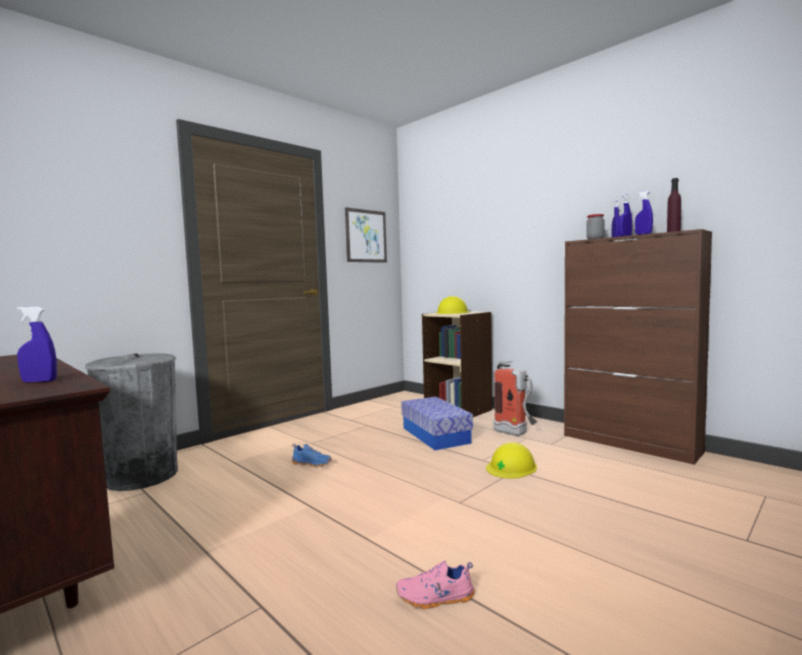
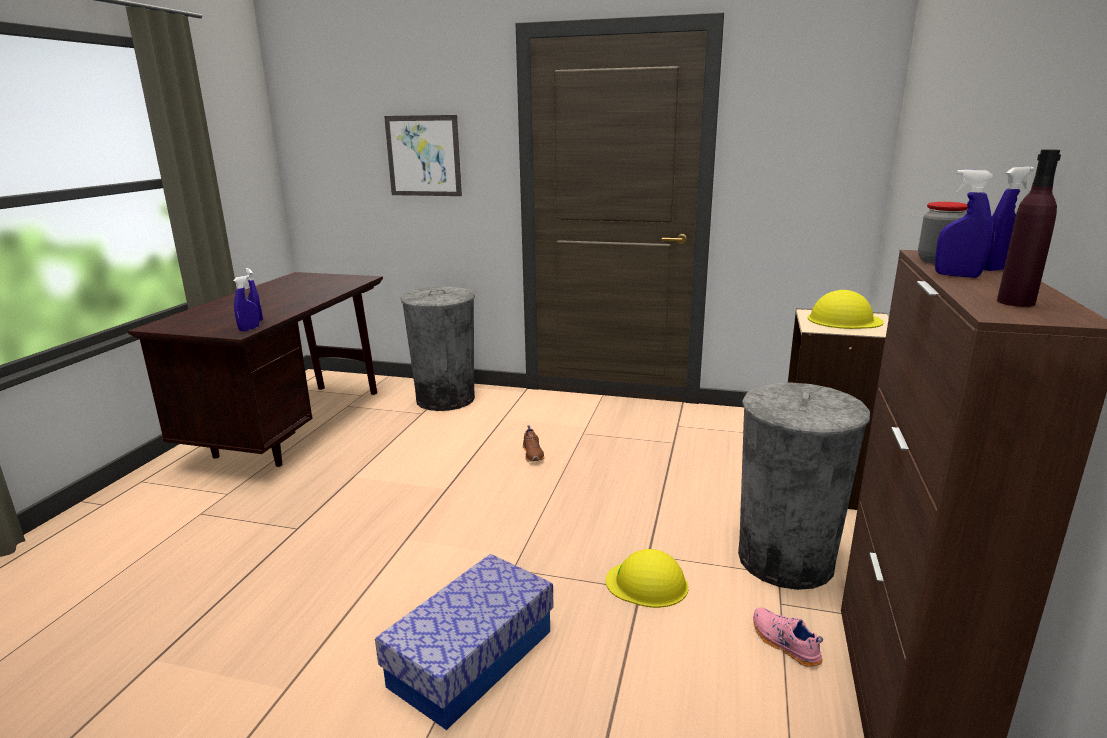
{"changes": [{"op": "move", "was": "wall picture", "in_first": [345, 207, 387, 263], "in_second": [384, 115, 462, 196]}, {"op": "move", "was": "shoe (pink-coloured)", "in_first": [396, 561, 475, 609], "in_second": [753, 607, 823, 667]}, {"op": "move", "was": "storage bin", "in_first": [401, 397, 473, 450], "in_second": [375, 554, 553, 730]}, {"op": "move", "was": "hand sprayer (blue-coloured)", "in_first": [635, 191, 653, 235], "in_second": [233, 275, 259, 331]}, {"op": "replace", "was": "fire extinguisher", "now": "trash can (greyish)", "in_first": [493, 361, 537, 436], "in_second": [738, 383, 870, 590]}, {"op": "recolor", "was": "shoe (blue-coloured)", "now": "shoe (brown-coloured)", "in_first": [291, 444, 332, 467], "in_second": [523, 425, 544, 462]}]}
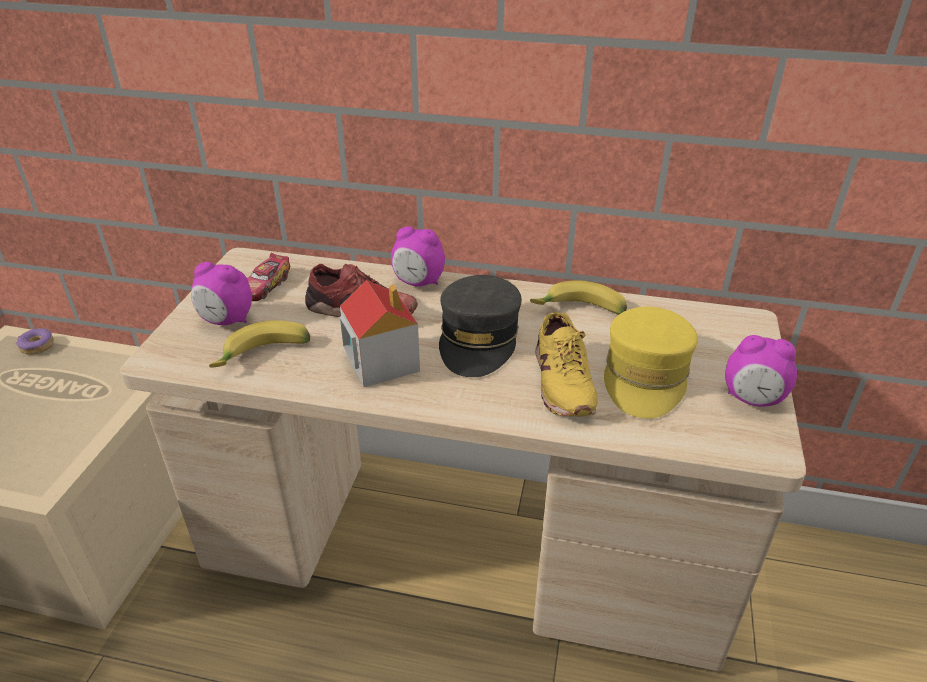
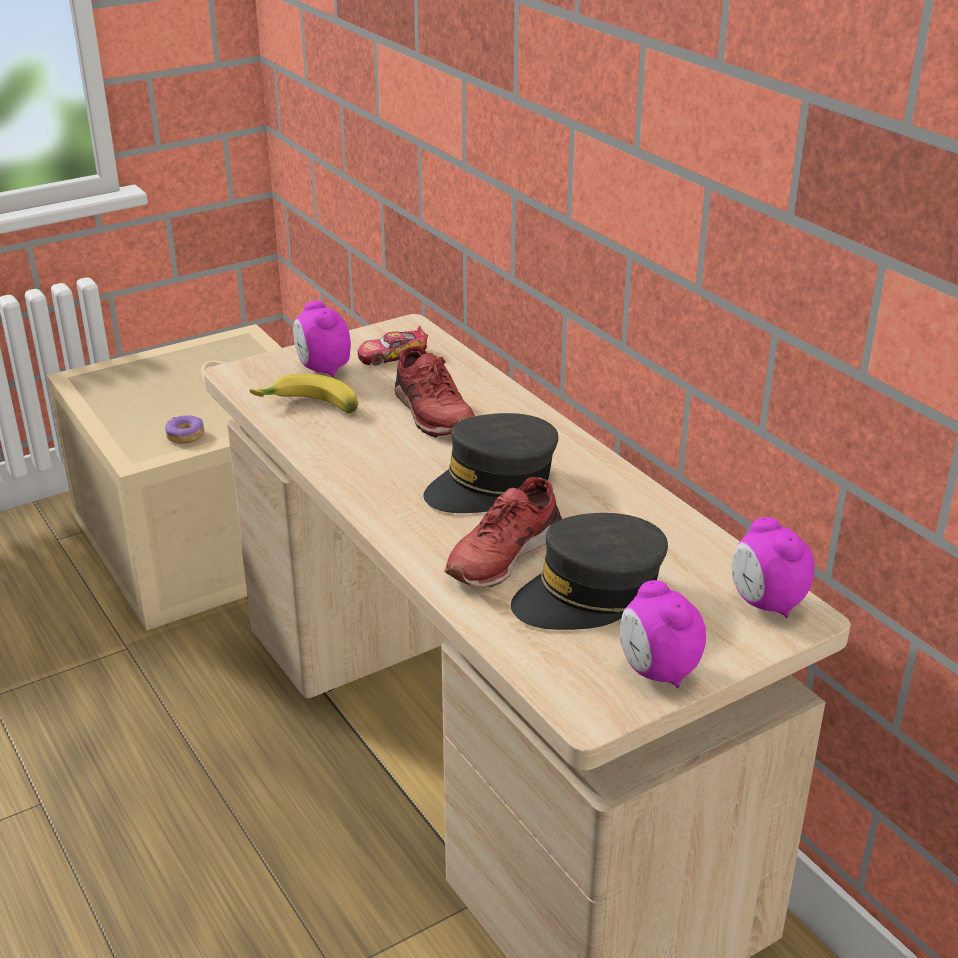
{"changes": [{"op": "delete", "was": "model house", "in_first": [340, 280, 420, 387]}, {"op": "delete", "was": "banana", "in_first": [530, 280, 627, 315]}, {"op": "move", "was": "doughnut", "in_first": [16, 328, 54, 355], "in_second": [165, 415, 204, 444]}, {"op": "move", "was": "table clock", "in_first": [391, 226, 445, 287], "in_second": [732, 517, 814, 618]}, {"op": "recolor", "was": "shoe (yellowish)", "now": "shoe (reddish)", "in_first": [535, 312, 598, 416], "in_second": [444, 477, 562, 588]}, {"op": "recolor", "was": "cap (yellowish)", "now": "cap (greyish)", "in_first": [604, 307, 698, 419], "in_second": [511, 513, 668, 630]}]}
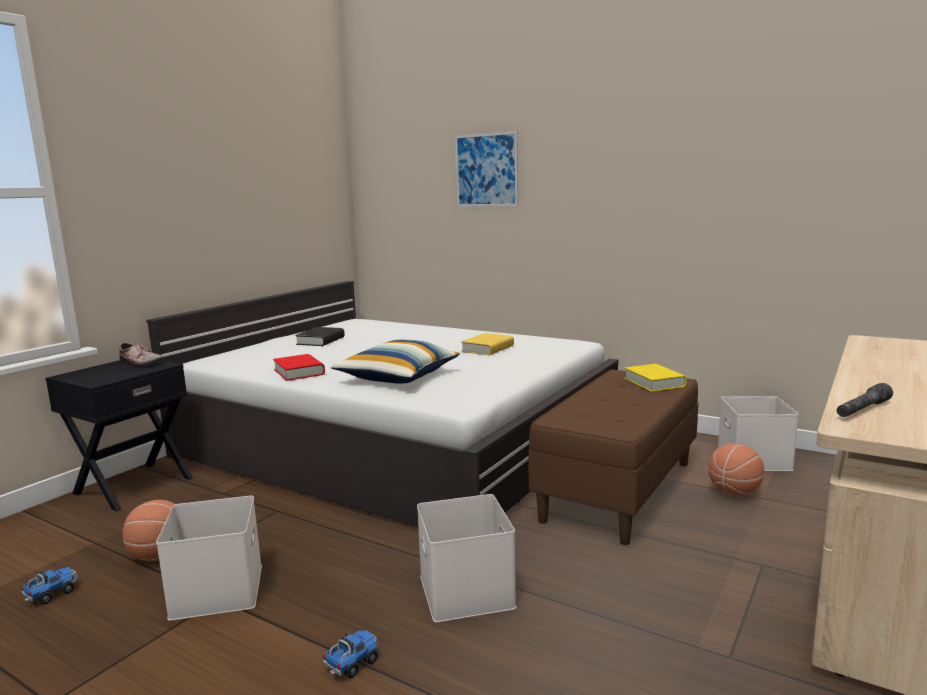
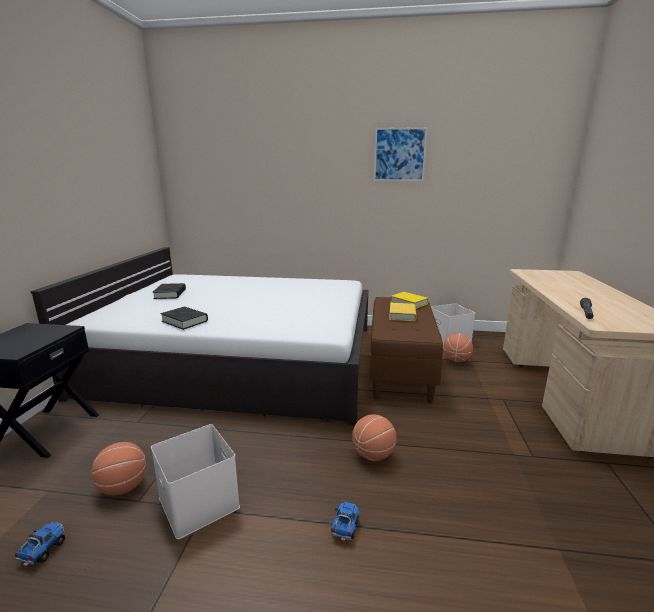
{"changes": [{"op": "delete", "was": "shoe", "in_first": [119, 343, 165, 366]}, {"op": "delete", "was": "throw pillow", "in_first": [331, 339, 460, 384]}, {"op": "move", "was": "wall picture", "in_first": [455, 131, 518, 207], "in_second": [374, 127, 427, 181]}, {"op": "move", "was": "book (yellowish)", "in_first": [461, 333, 514, 355], "in_second": [389, 303, 416, 321]}, {"op": "replace", "was": "storage bin (white-coloured)", "now": "ball for basketball", "in_first": [417, 494, 516, 623], "in_second": [352, 414, 397, 461]}, {"op": "recolor", "was": "book (reddish)", "now": "book (black)", "in_first": [273, 354, 325, 381], "in_second": [160, 307, 208, 330]}]}
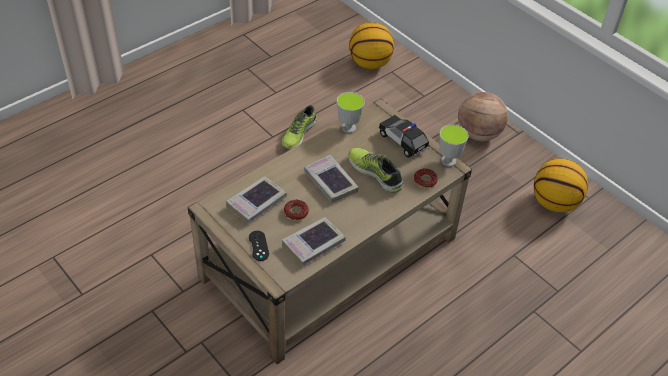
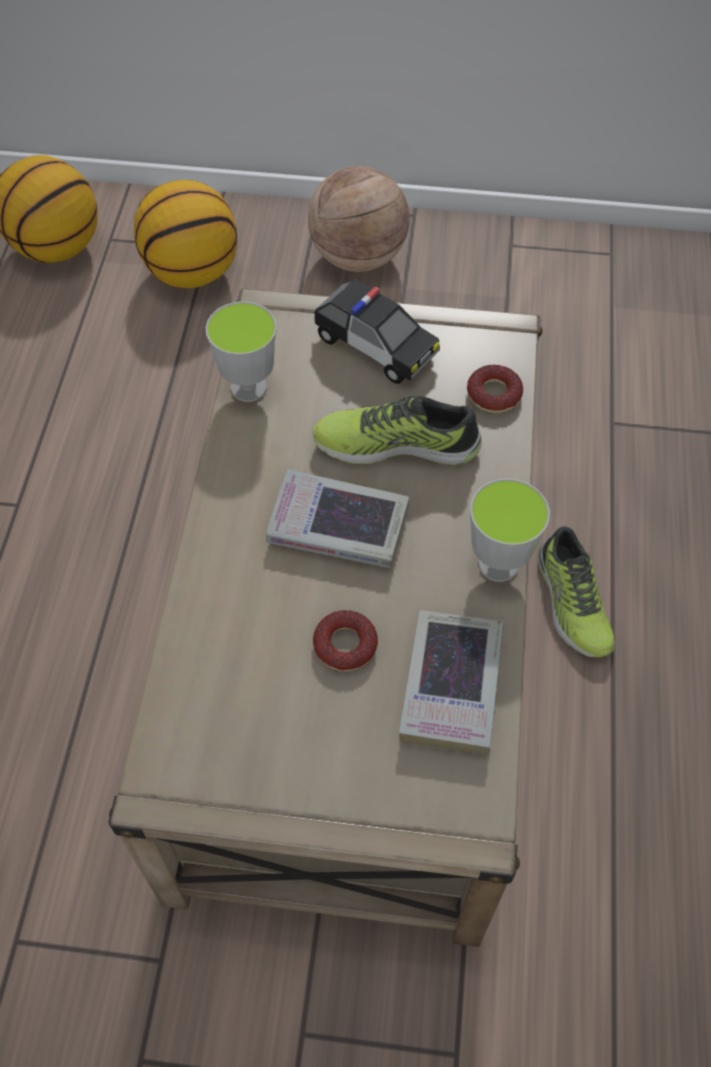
{"changes": [{"op": "delete", "was": "book", "in_first": [226, 176, 287, 224]}, {"op": "delete", "was": "gamepad (black)", "in_first": [249, 231, 269, 261]}, {"op": "move", "was": "shoe", "in_first": [282, 105, 317, 149], "in_second": [538, 526, 615, 658]}, {"op": "move", "was": "drinking cup", "in_first": [439, 125, 468, 166], "in_second": [470, 478, 550, 582]}, {"op": "move", "was": "ball for basketball", "in_first": [533, 159, 588, 212], "in_second": [134, 180, 237, 288]}, {"op": "rotate", "was": "toy car", "in_first": [379, 115, 429, 157], "in_second": [314, 279, 440, 384], "clockwise": -150}]}
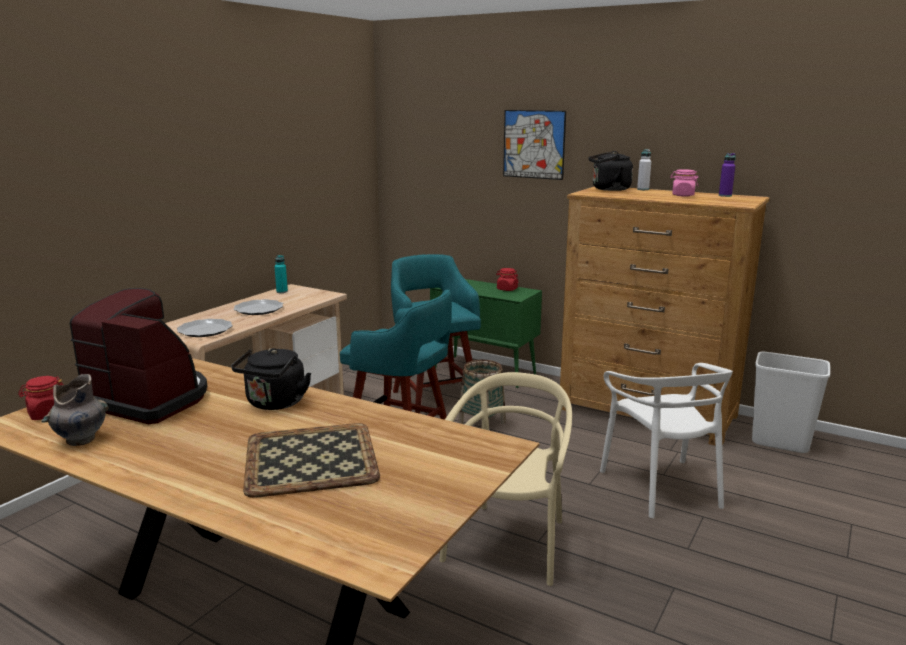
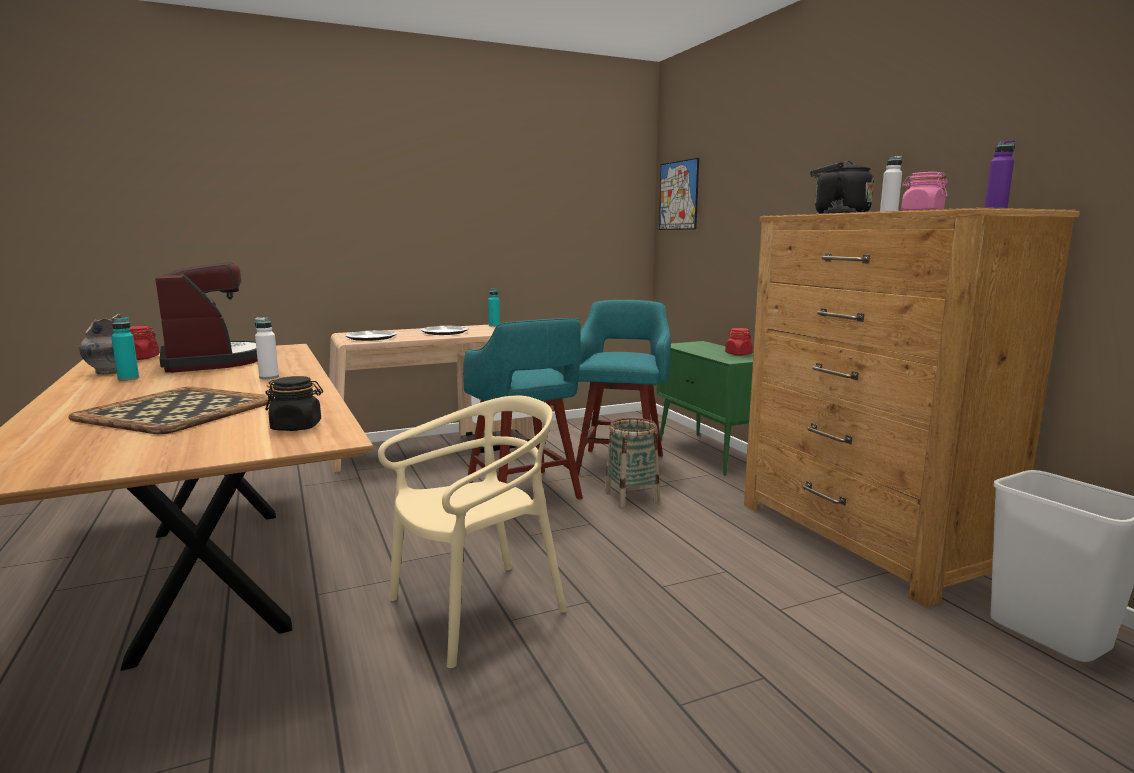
{"changes": [{"op": "delete", "was": "upright chair (white-coloured)", "in_first": [600, 363, 733, 518]}, {"op": "insert", "now": "bottle (turquoise-coloured)", "in_second": [111, 317, 139, 381]}, {"op": "insert", "now": "storage jar (black)", "in_second": [265, 376, 323, 431]}, {"op": "move", "was": "wall picture", "in_first": [503, 110, 566, 180], "in_second": [659, 158, 699, 230]}, {"op": "replace", "was": "water kettle (black)", "now": "bottle (white-coloured)", "in_first": [231, 348, 311, 410], "in_second": [255, 317, 279, 379]}]}
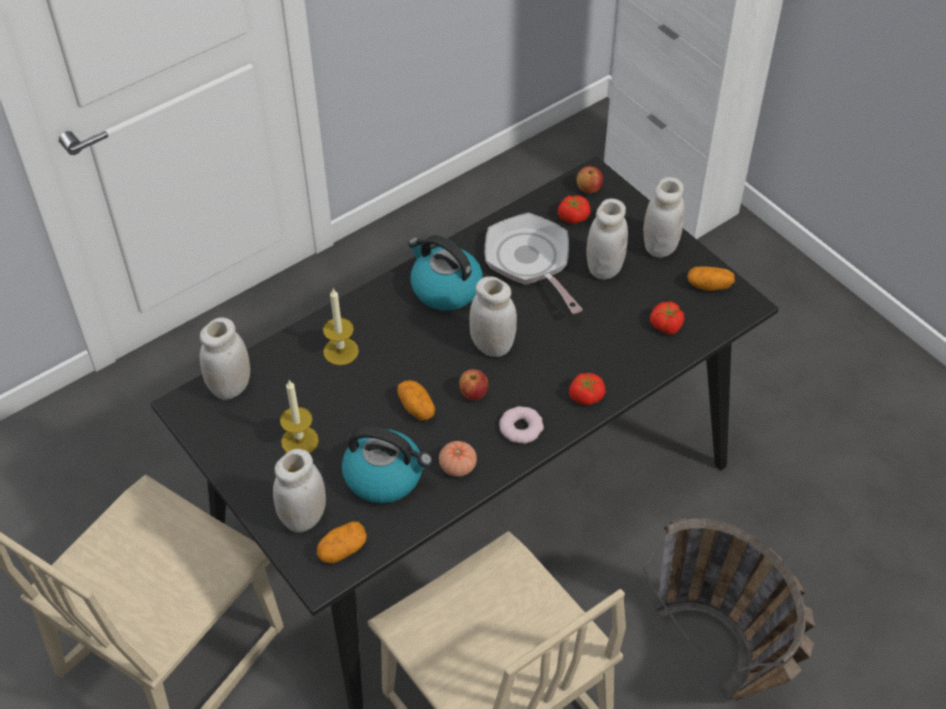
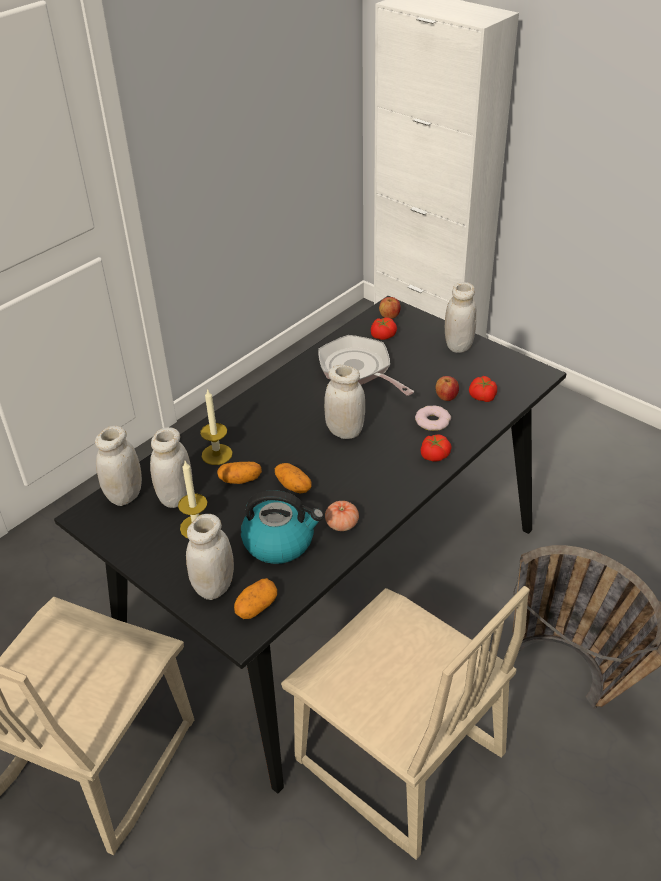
{"changes": [{"op": "delete", "was": "water kettle", "in_first": [408, 235, 483, 311]}, {"op": "move", "was": "apple", "in_first": [459, 369, 488, 400], "in_second": [435, 376, 459, 401]}, {"op": "move", "was": "doughnut", "in_first": [499, 406, 544, 444], "in_second": [415, 406, 451, 431]}, {"op": "move", "was": "storage jar (white-coloured)", "in_first": [586, 199, 628, 279], "in_second": [150, 427, 193, 508]}, {"op": "move", "was": "potato", "in_first": [687, 267, 735, 291], "in_second": [217, 462, 262, 484]}]}
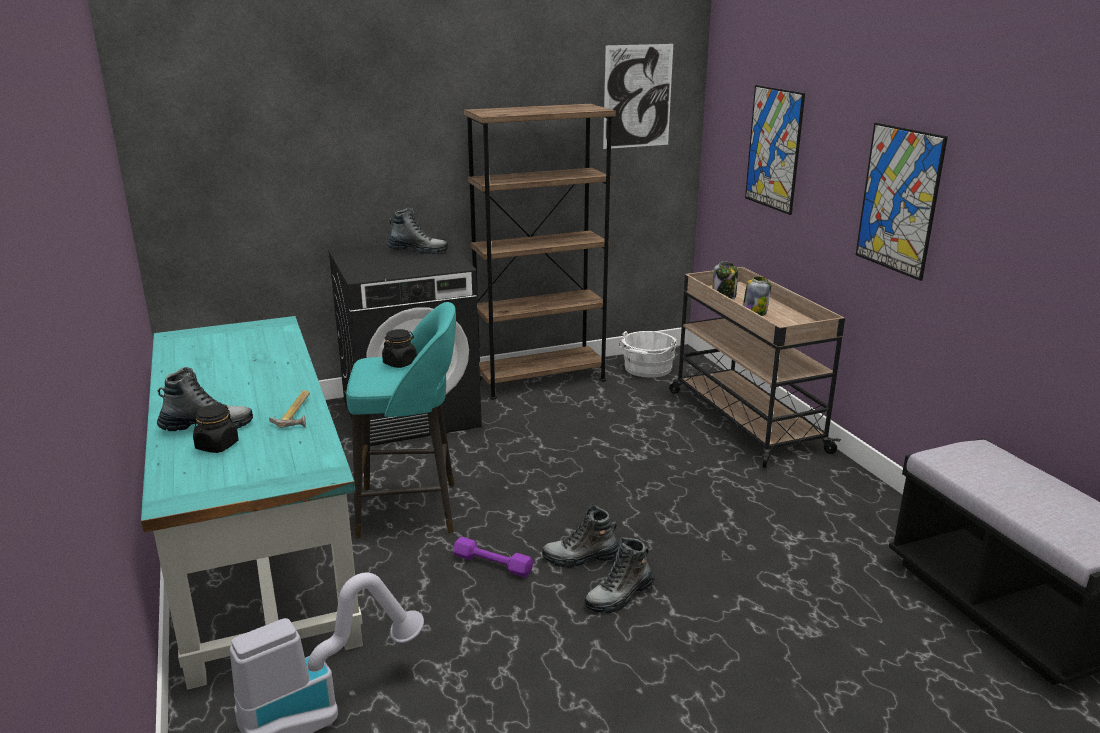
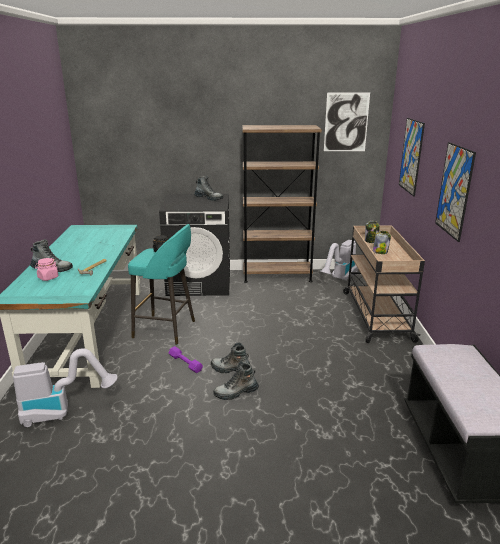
{"changes": [{"op": "replace", "was": "bucket (white-coloured)", "now": "hoover", "in_first": [619, 331, 677, 378], "in_second": [320, 240, 358, 281]}, {"op": "recolor", "was": "storage jar (black)", "now": "storage jar (pink-coloured)", "in_first": [193, 404, 239, 453], "in_second": [35, 258, 59, 281]}]}
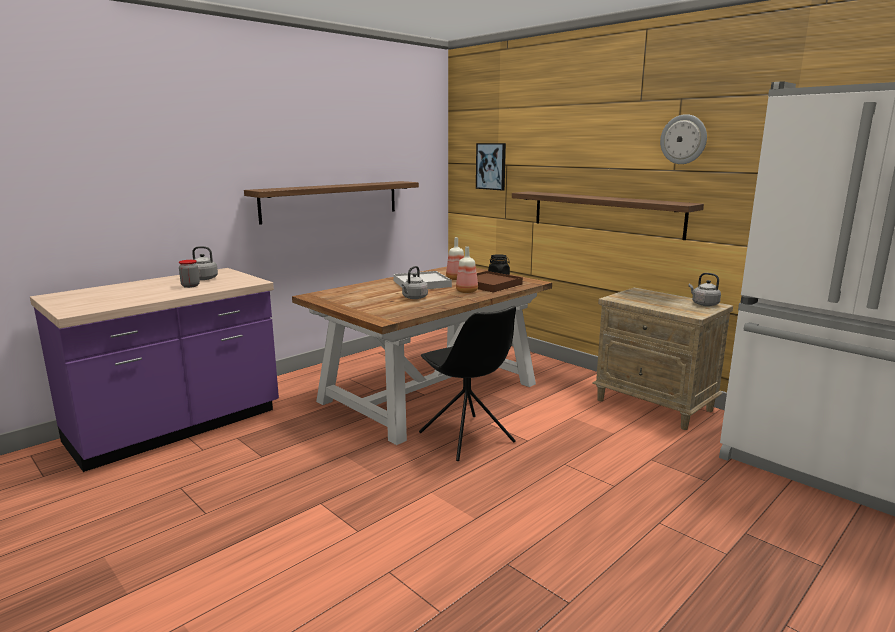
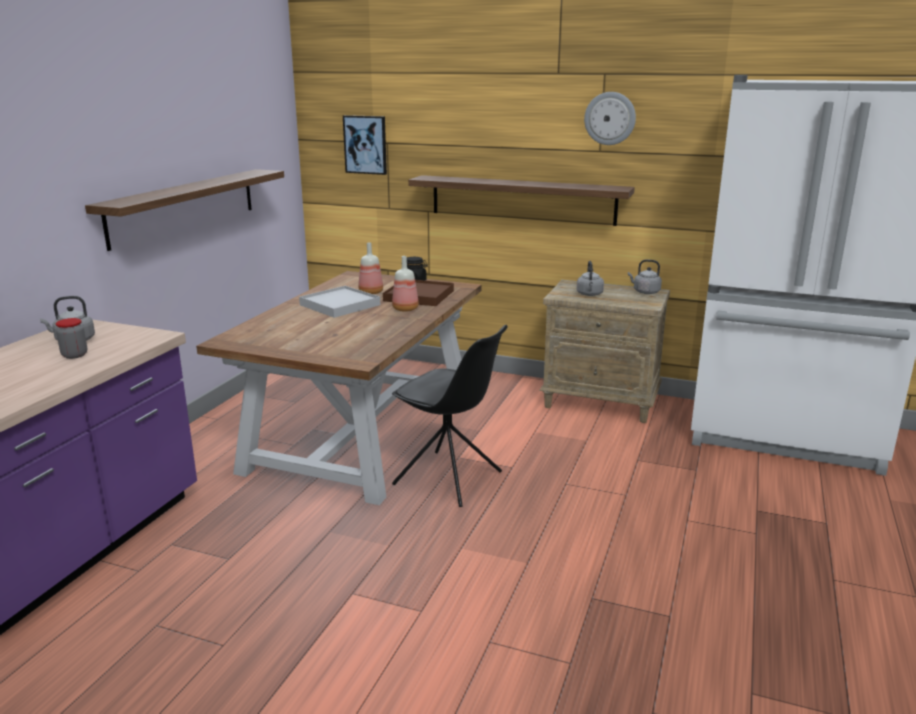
{"changes": [{"op": "move", "was": "water kettle (greyish)", "in_first": [401, 266, 428, 299], "in_second": [577, 261, 604, 296]}]}
